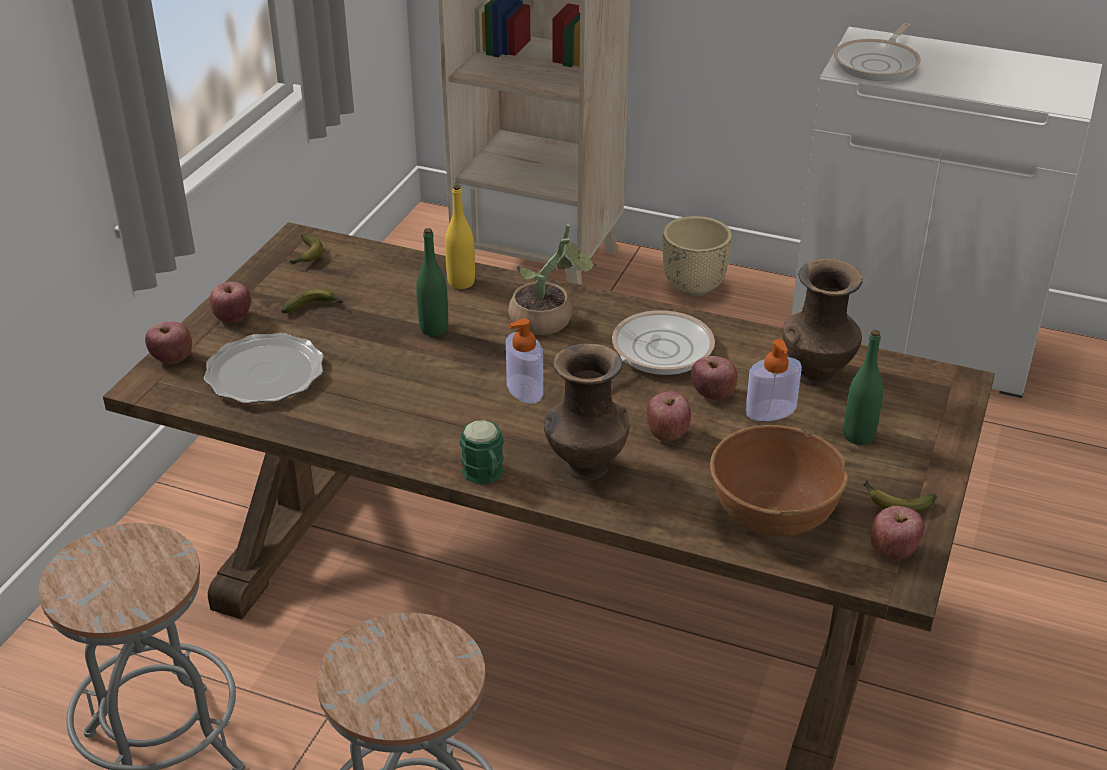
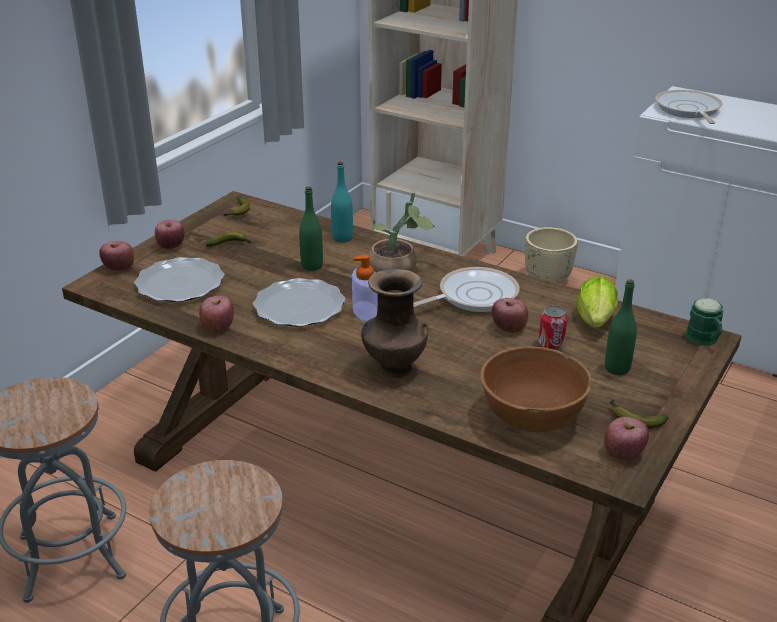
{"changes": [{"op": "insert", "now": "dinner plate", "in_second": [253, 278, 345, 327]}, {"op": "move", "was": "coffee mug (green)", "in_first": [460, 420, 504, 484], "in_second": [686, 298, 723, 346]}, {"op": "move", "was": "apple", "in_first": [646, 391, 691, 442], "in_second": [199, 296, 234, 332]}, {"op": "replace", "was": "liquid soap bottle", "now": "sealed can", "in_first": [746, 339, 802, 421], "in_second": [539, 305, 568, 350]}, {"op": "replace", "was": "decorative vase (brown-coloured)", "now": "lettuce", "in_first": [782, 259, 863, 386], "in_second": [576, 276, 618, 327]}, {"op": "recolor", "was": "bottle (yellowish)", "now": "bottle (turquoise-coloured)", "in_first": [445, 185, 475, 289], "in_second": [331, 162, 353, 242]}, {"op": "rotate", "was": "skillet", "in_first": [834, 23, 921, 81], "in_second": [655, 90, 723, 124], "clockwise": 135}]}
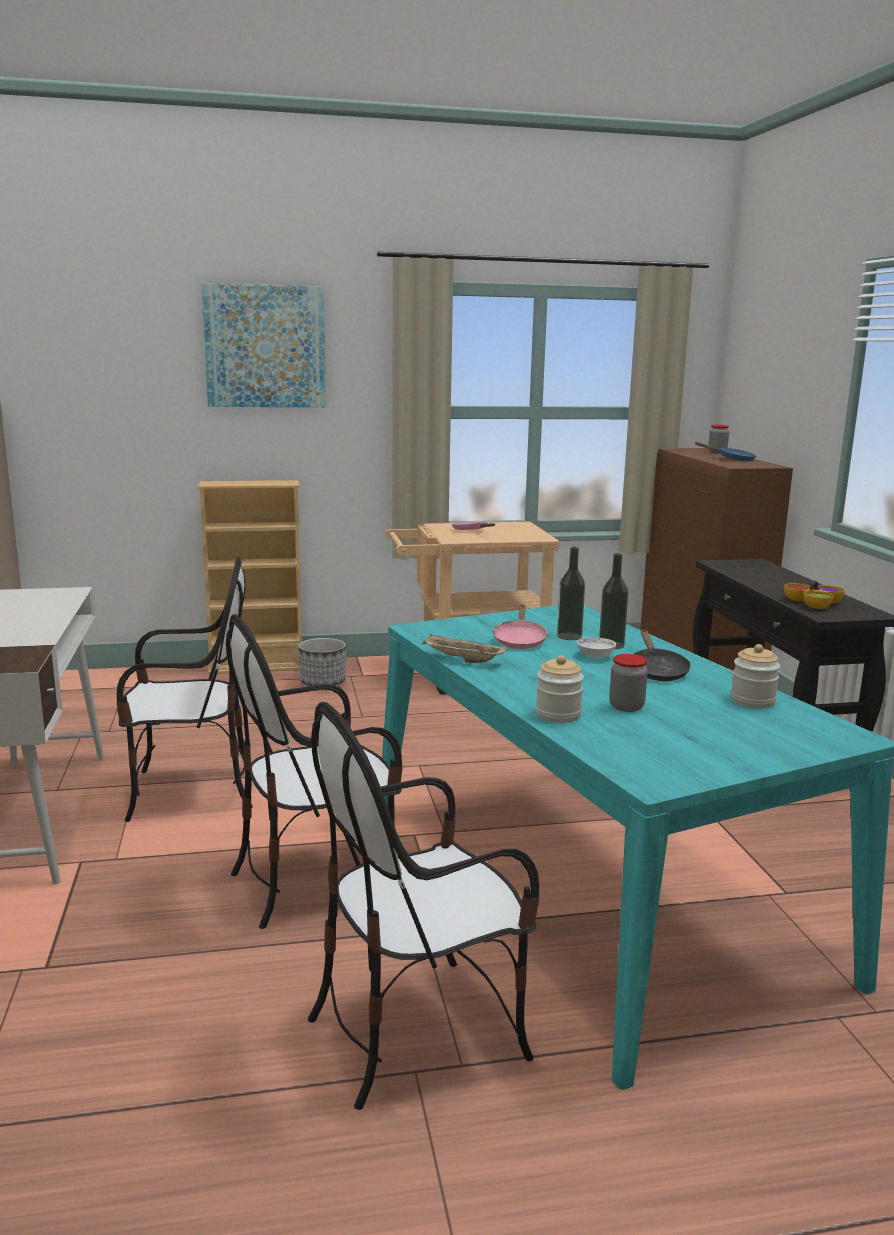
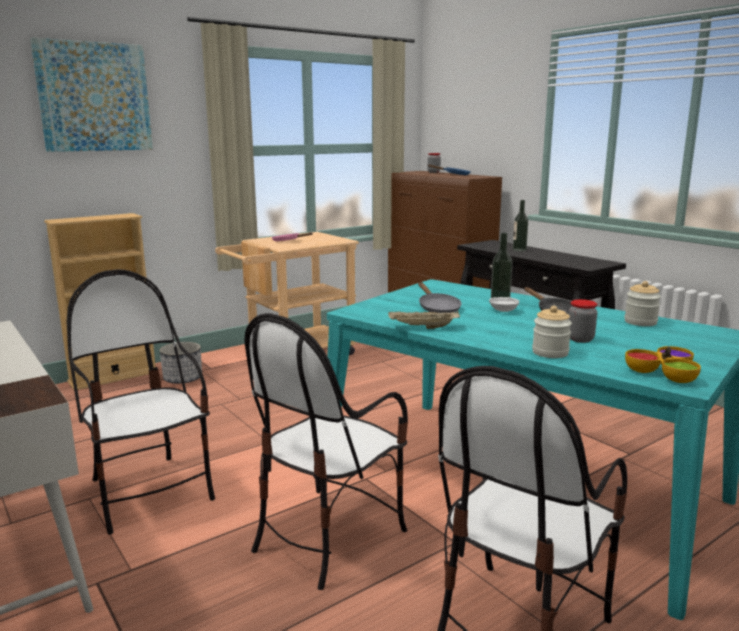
{"changes": [{"op": "move", "was": "bottle", "in_first": [557, 547, 585, 640], "in_second": [513, 200, 528, 251]}, {"op": "move", "was": "deep dish", "in_first": [784, 581, 845, 609], "in_second": [625, 346, 701, 383]}, {"op": "recolor", "was": "skillet (pink-coloured)", "now": "skillet (greyish)", "in_first": [492, 604, 548, 649], "in_second": [418, 282, 462, 313]}, {"op": "rotate", "was": "upright chair", "in_first": [116, 557, 253, 822], "in_second": [67, 269, 215, 535], "clockwise": -90}]}
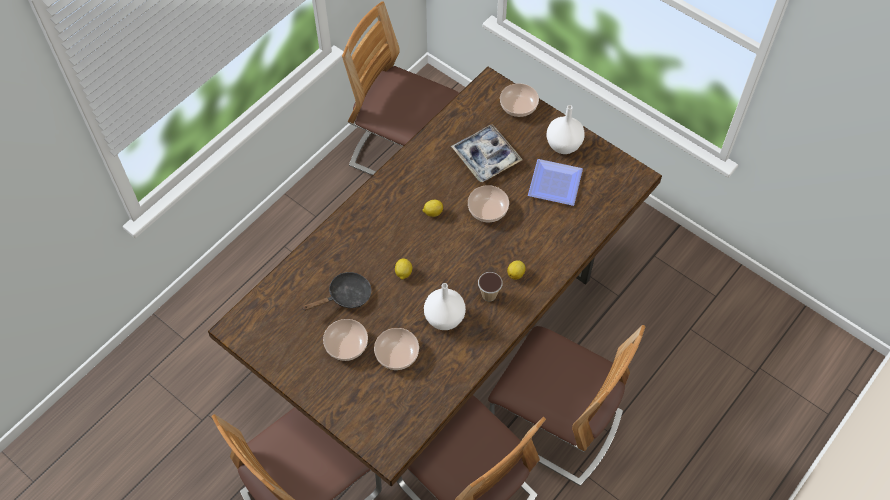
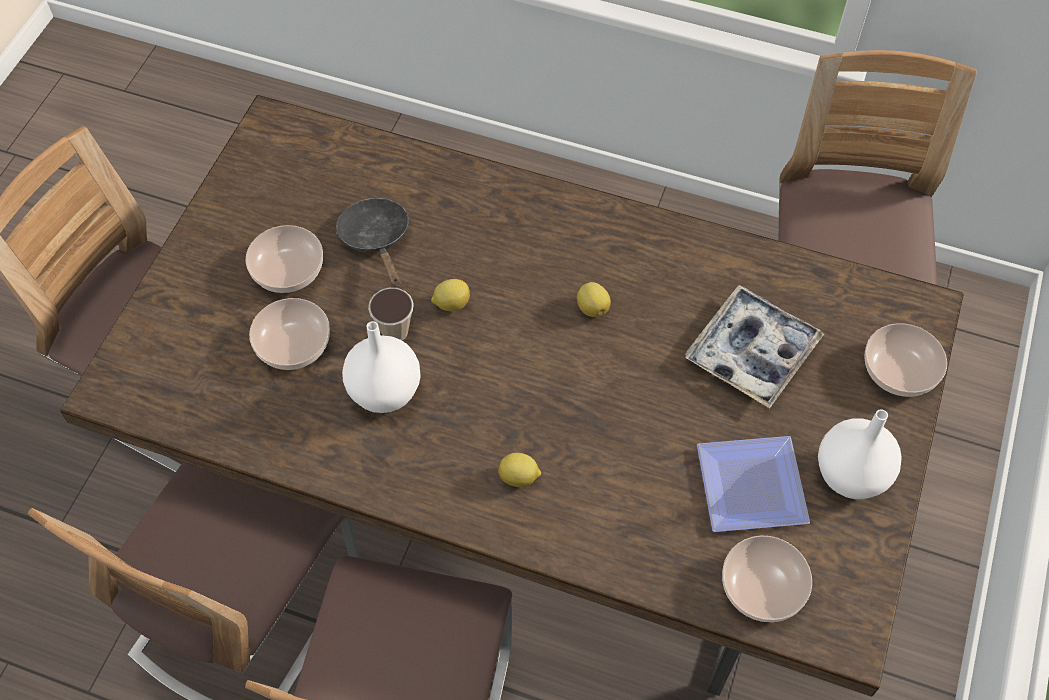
{"changes": [{"op": "move", "was": "deep dish", "in_first": [468, 185, 509, 222], "in_second": [722, 535, 812, 622]}, {"op": "move", "was": "drinking cup", "in_first": [478, 272, 503, 302], "in_second": [368, 288, 414, 341]}, {"op": "rotate", "was": "skillet (black)", "in_first": [302, 272, 371, 311], "in_second": [336, 198, 409, 287], "clockwise": -150}]}
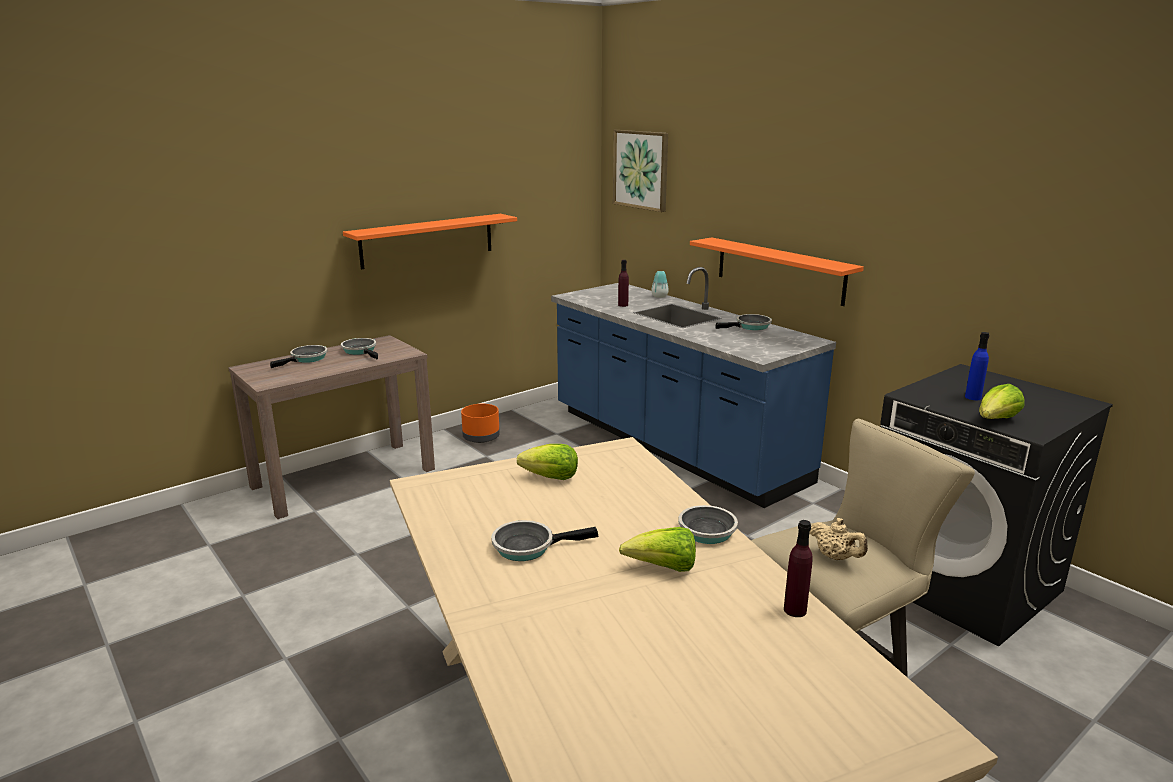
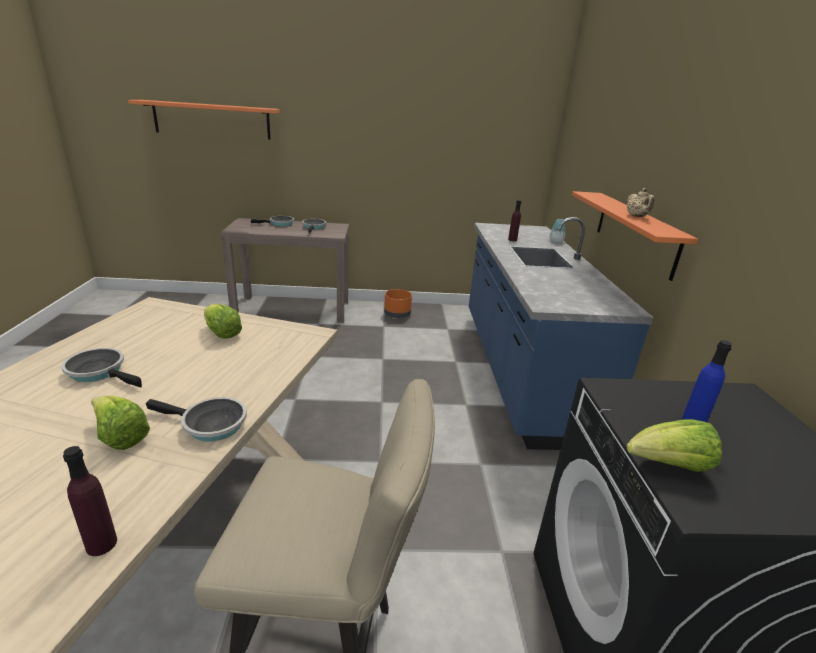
{"changes": [{"op": "delete", "was": "wall picture", "in_first": [613, 130, 668, 212]}, {"op": "delete", "was": "skillet", "in_first": [715, 314, 772, 330]}, {"op": "move", "was": "wall shelf (orangey)", "in_first": [343, 214, 517, 270], "in_second": [128, 100, 280, 140]}, {"op": "move", "was": "teapot (sand-coloured)", "in_first": [810, 518, 868, 560], "in_second": [627, 188, 655, 217]}]}
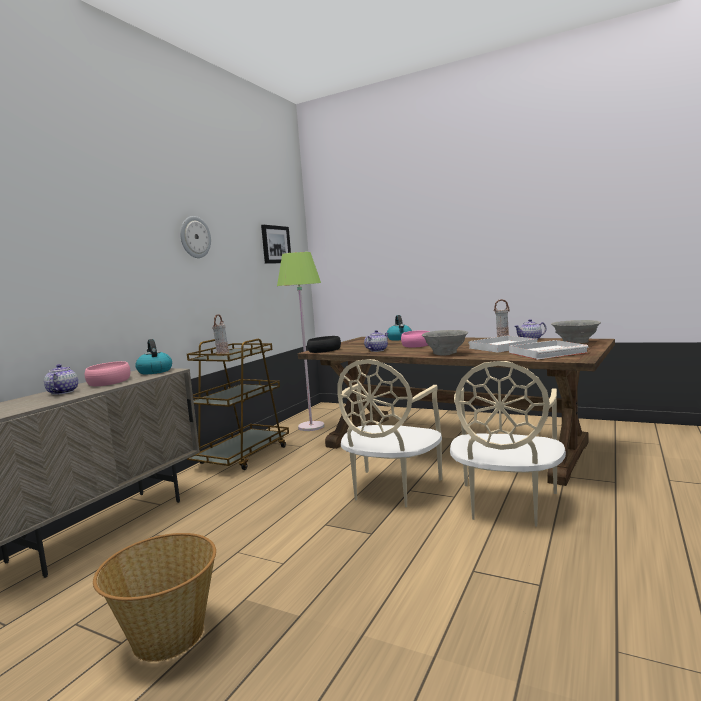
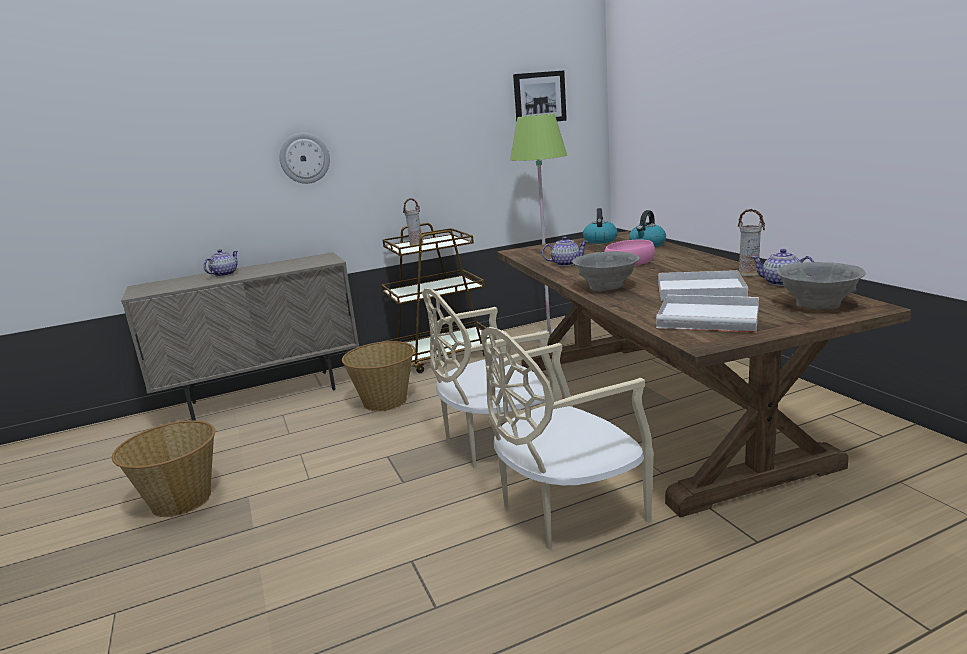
{"changes": [{"op": "delete", "was": "deep dish (pink-coloured)", "in_first": [85, 361, 131, 386]}, {"op": "delete", "was": "deep dish (black)", "in_first": [307, 336, 341, 353]}, {"op": "insert", "now": "basket", "in_second": [342, 341, 416, 411]}, {"op": "move", "was": "water kettle", "in_first": [135, 339, 172, 374], "in_second": [583, 208, 618, 244]}, {"op": "move", "was": "wall clock", "in_first": [180, 216, 211, 258], "in_second": [279, 133, 330, 184]}]}
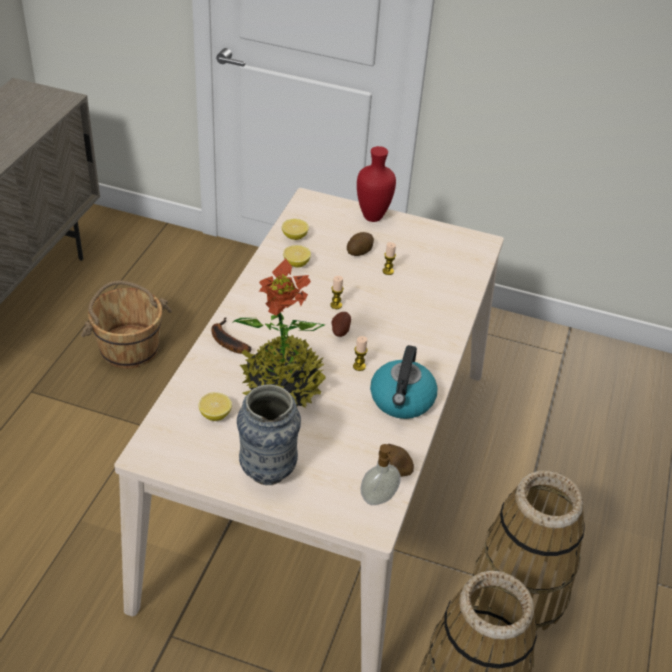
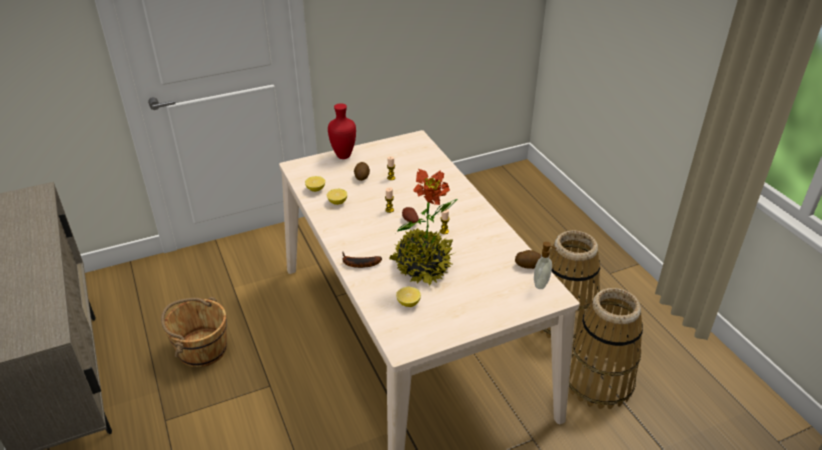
{"changes": [{"op": "delete", "was": "decorative vase", "in_first": [237, 384, 301, 485]}, {"op": "delete", "was": "water kettle", "in_first": [370, 345, 438, 419]}]}
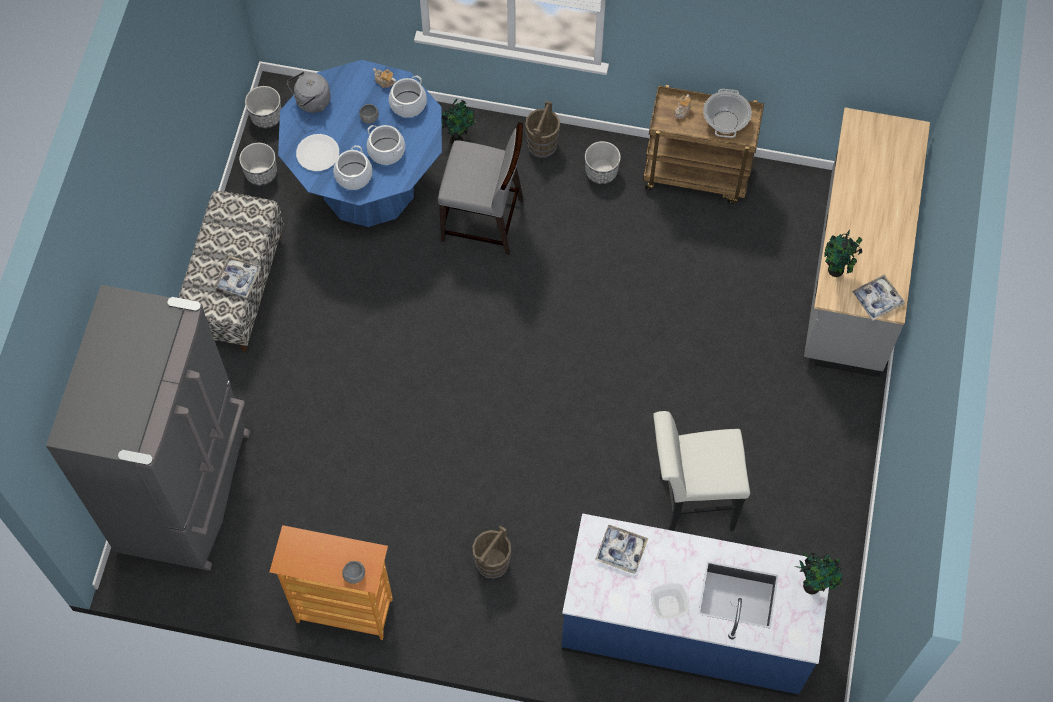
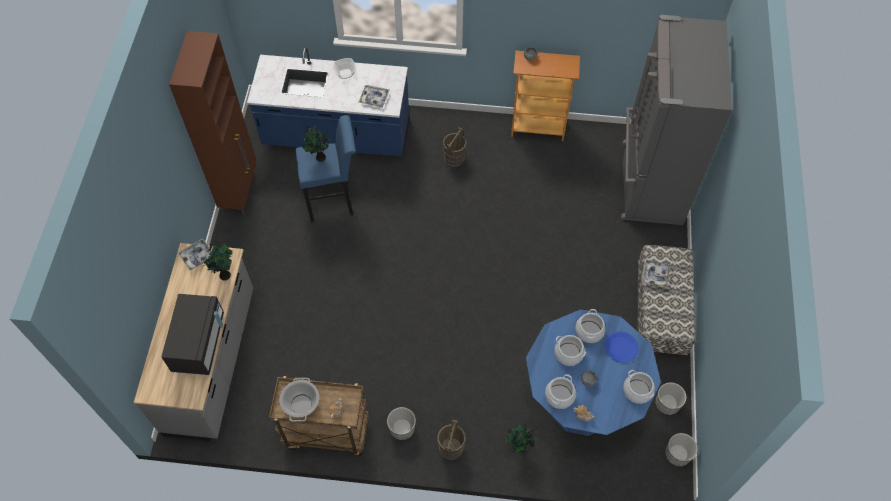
{"changes": [{"op": "delete", "was": "upright chair (greyish)", "in_first": [438, 122, 523, 255]}, {"op": "insert", "now": "kitchen microwave (black)", "in_second": [161, 294, 224, 375]}, {"op": "insert", "now": "storage cabinet (brown-coloured)", "in_second": [169, 31, 257, 216]}, {"op": "move", "was": "houseplant", "in_first": [798, 552, 843, 594], "in_second": [302, 125, 332, 162]}, {"op": "replace", "was": "water kettle (greyish)", "now": "cooking pot", "in_first": [287, 71, 331, 113], "in_second": [623, 370, 655, 404]}, {"op": "recolor", "was": "dinner plate (white-coloured)", "now": "dinner plate (blue-coloured)", "in_first": [296, 134, 339, 171], "in_second": [605, 331, 639, 363]}, {"op": "recolor", "was": "stool seat (white-coloured)", "now": "stool seat (blue-coloured)", "in_first": [653, 411, 750, 531], "in_second": [295, 115, 356, 222]}]}
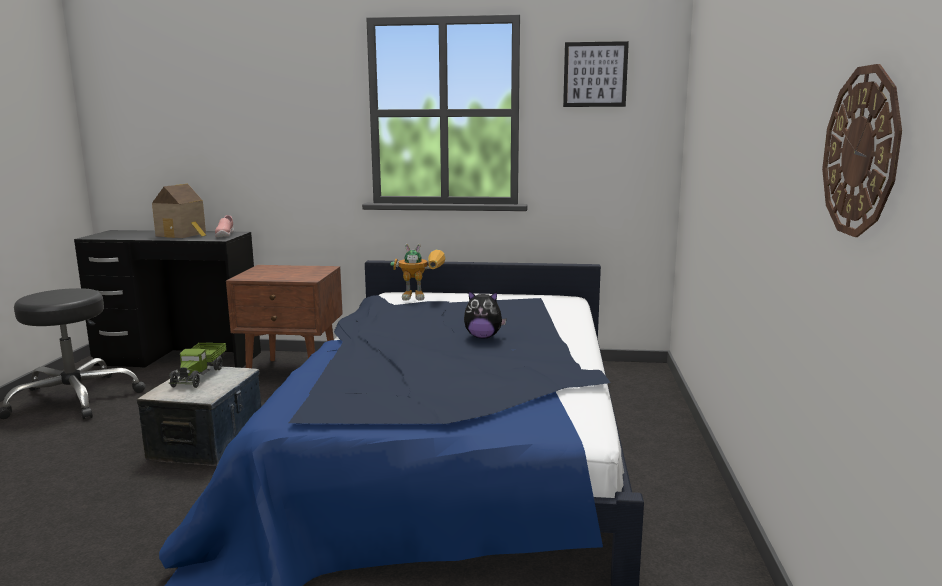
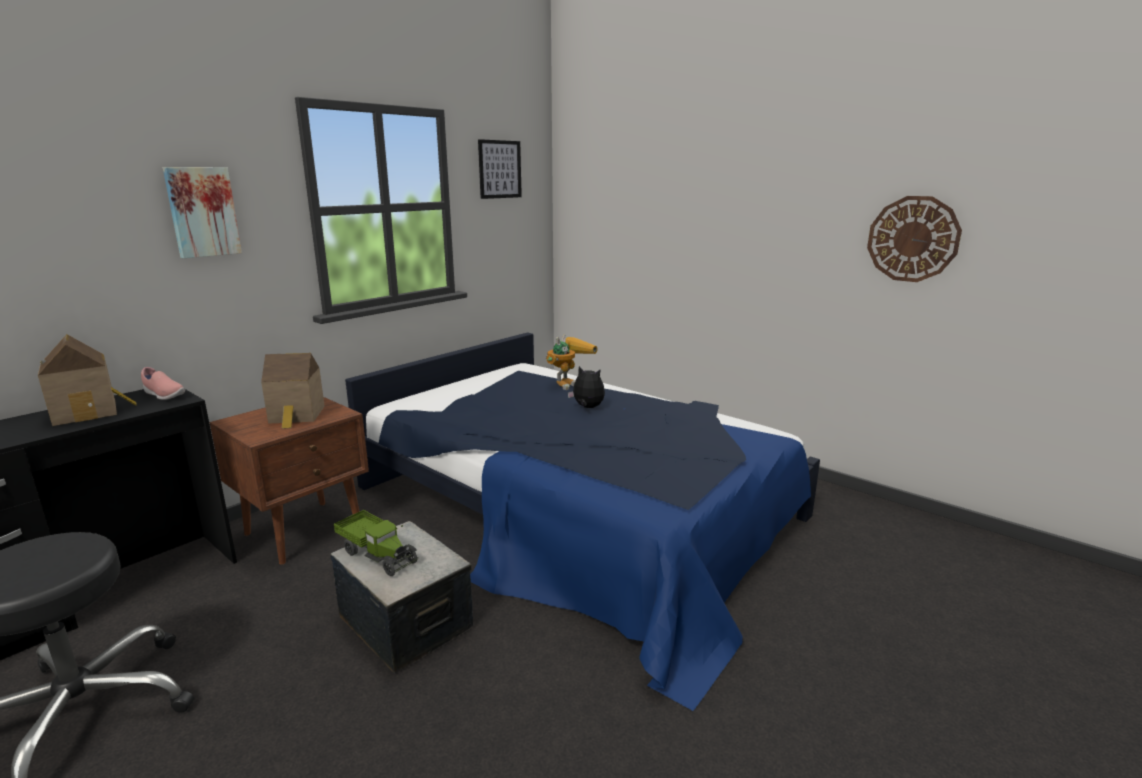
{"changes": [{"op": "insert", "now": "wall picture", "in_second": [163, 167, 242, 258]}, {"op": "insert", "now": "model house", "in_second": [261, 353, 325, 429]}, {"op": "move", "was": "model robot", "in_first": [390, 244, 445, 301], "in_second": [546, 335, 598, 390]}, {"op": "rotate", "was": "plush toy", "in_first": [464, 290, 507, 338], "in_second": [568, 366, 605, 408], "clockwise": -105}]}
